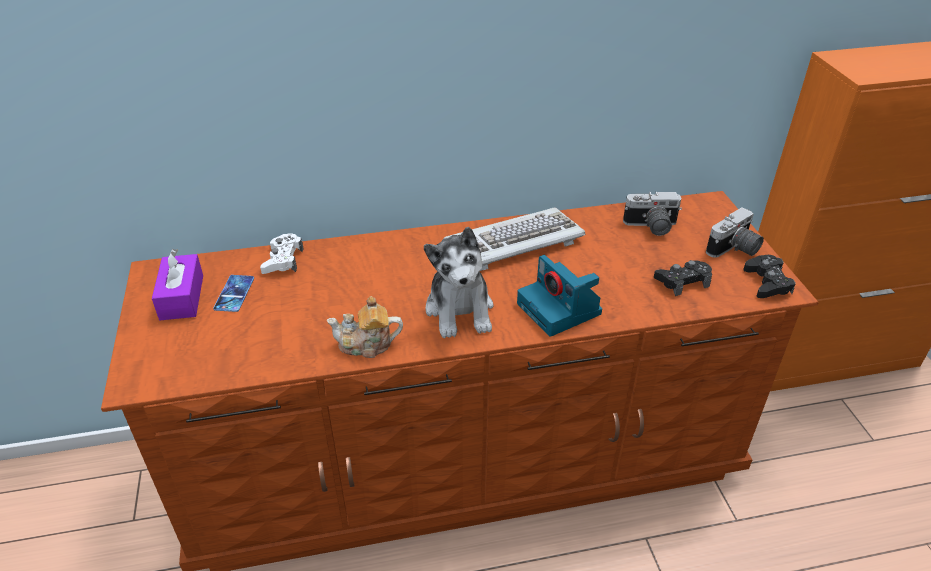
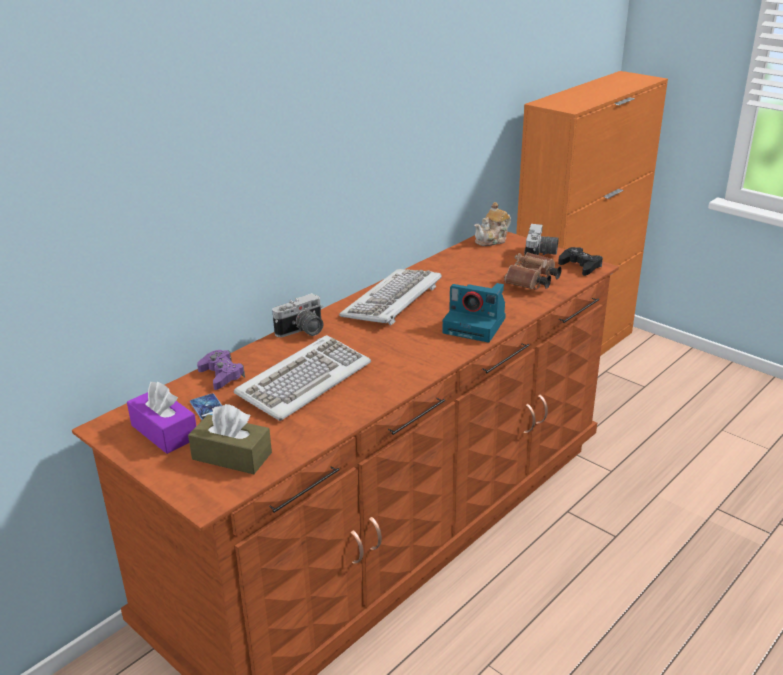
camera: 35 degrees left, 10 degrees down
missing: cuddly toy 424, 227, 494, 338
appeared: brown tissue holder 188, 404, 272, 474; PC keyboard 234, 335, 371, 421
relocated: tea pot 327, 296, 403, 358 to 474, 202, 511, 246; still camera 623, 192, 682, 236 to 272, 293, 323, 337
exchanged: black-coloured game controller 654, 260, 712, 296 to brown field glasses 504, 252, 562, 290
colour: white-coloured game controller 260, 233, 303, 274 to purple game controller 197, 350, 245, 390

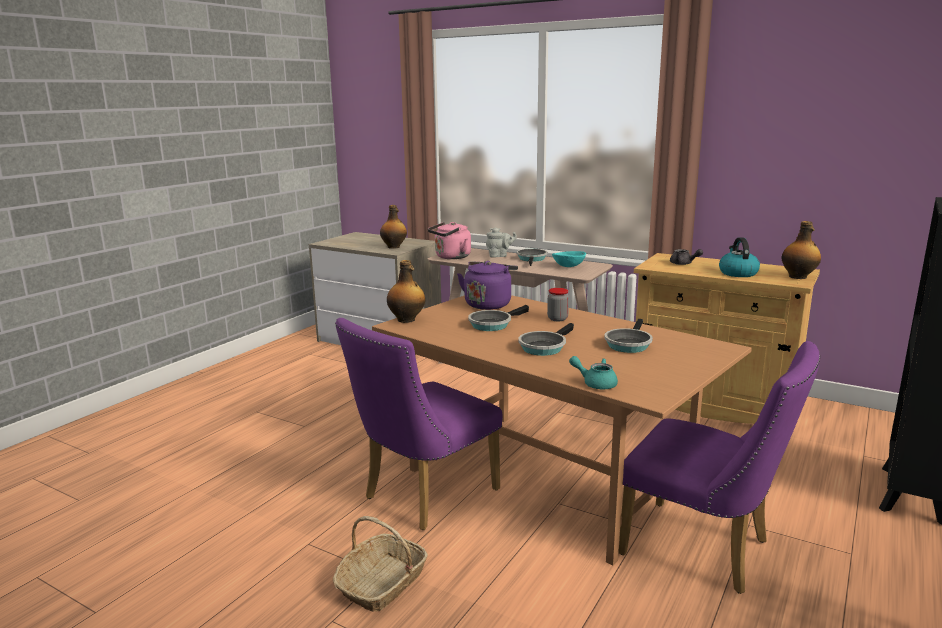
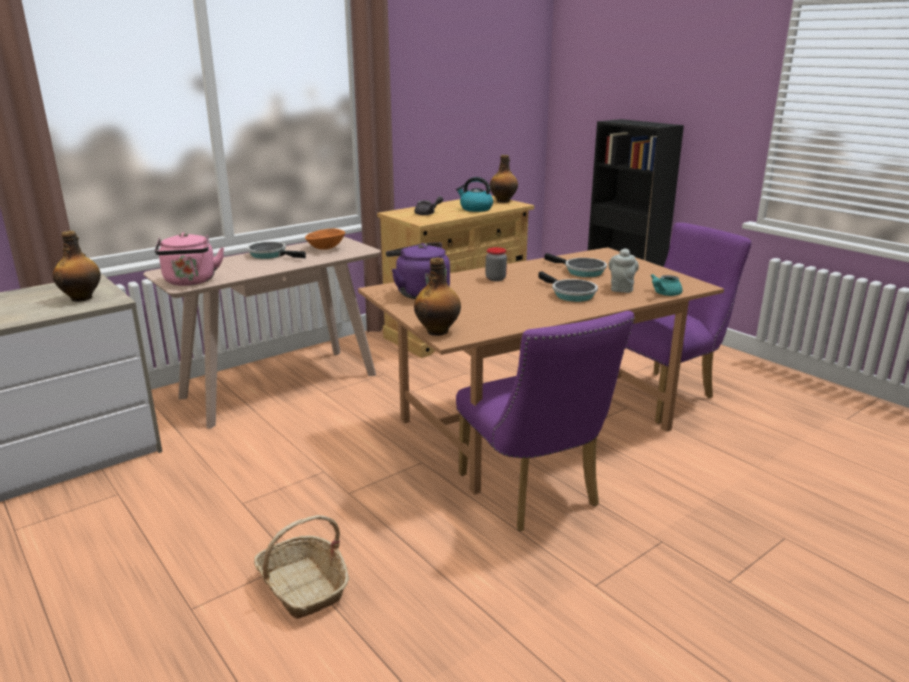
camera: 70 degrees left, 5 degrees up
missing: frying pan 468, 305, 529, 331
relocated: basket 333, 516, 428, 611 to 254, 515, 349, 619; grey tea pot 486, 227, 517, 258 to 609, 248, 639, 293
colour: turquoise-coloured deep dish 552, 251, 586, 267 to orange-coloured deep dish 305, 229, 345, 250

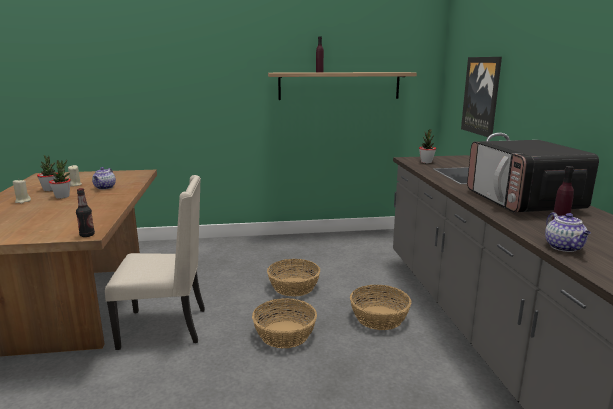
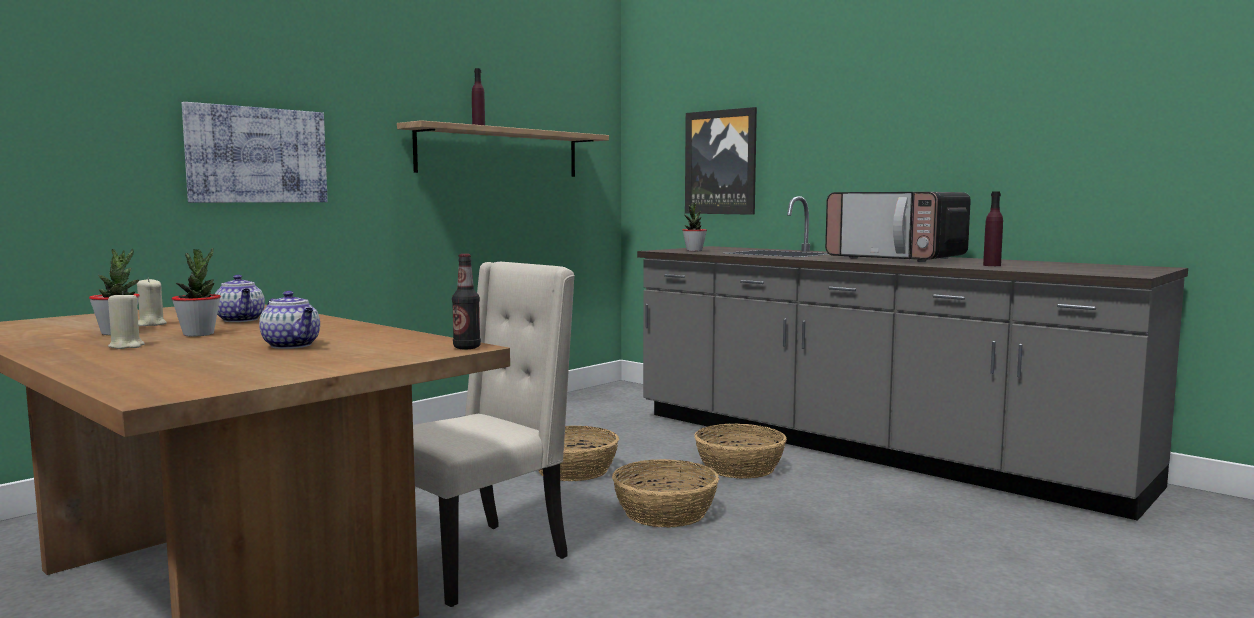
camera: 40 degrees left, 10 degrees down
appeared: picture 182, 102, 328, 203
relocated: tea pot 545, 212, 591, 252 to 259, 291, 320, 349

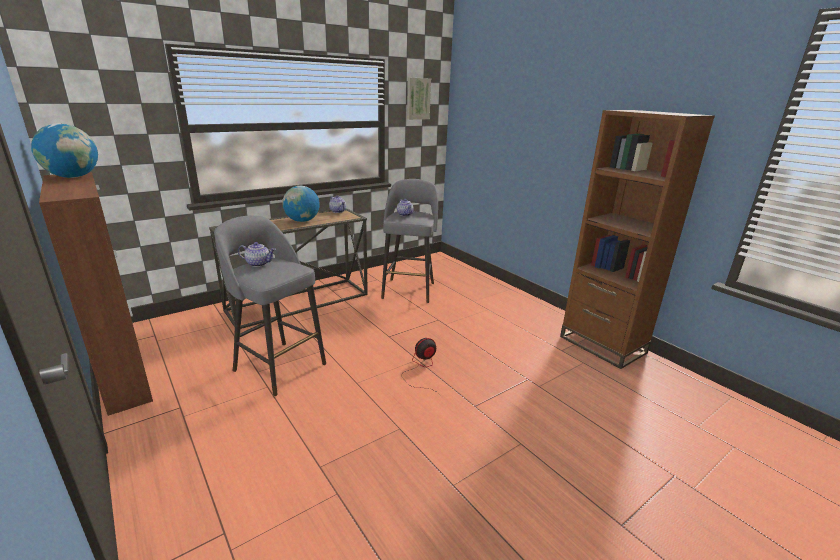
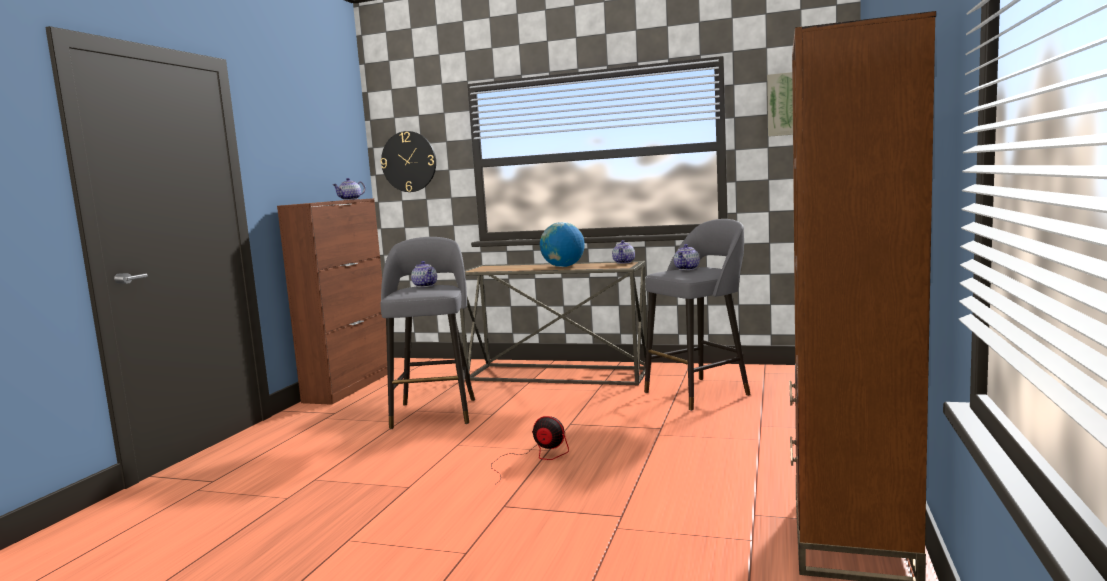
camera: 55 degrees right, 15 degrees down
appeared: wall clock 381, 131, 436, 192
exchanged: globe 31, 123, 98, 178 to tea pot 332, 178, 365, 200

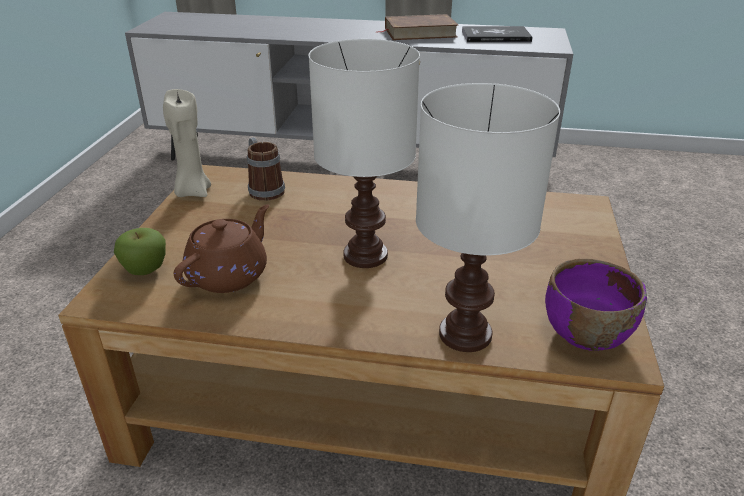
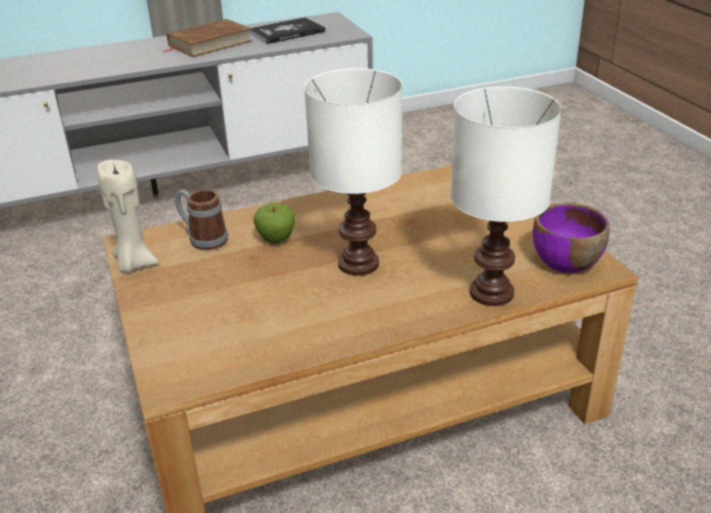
camera: 30 degrees left, 0 degrees up
missing: brown tea pot 174, 204, 269, 293
relocated: apple 114, 228, 166, 275 to 254, 203, 295, 244

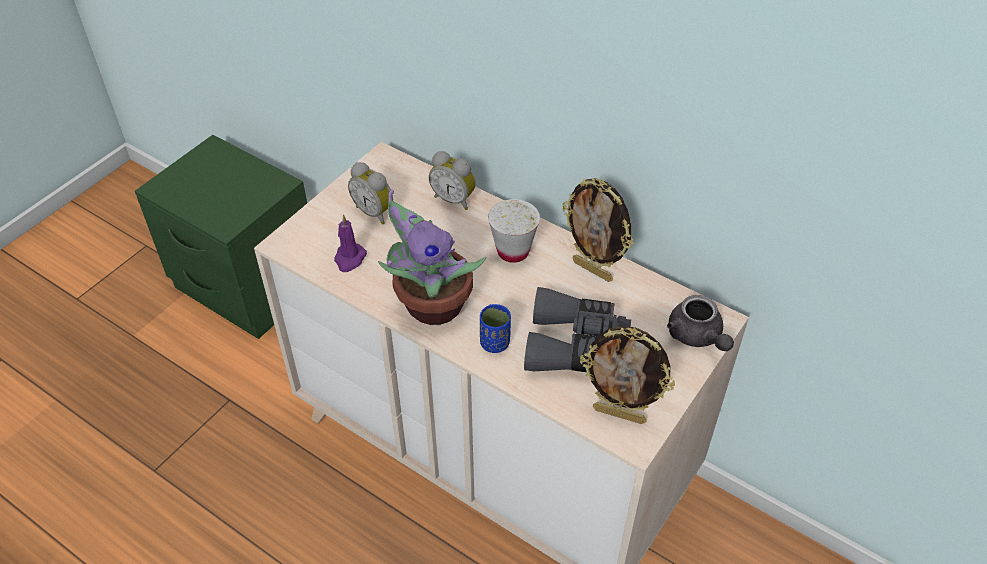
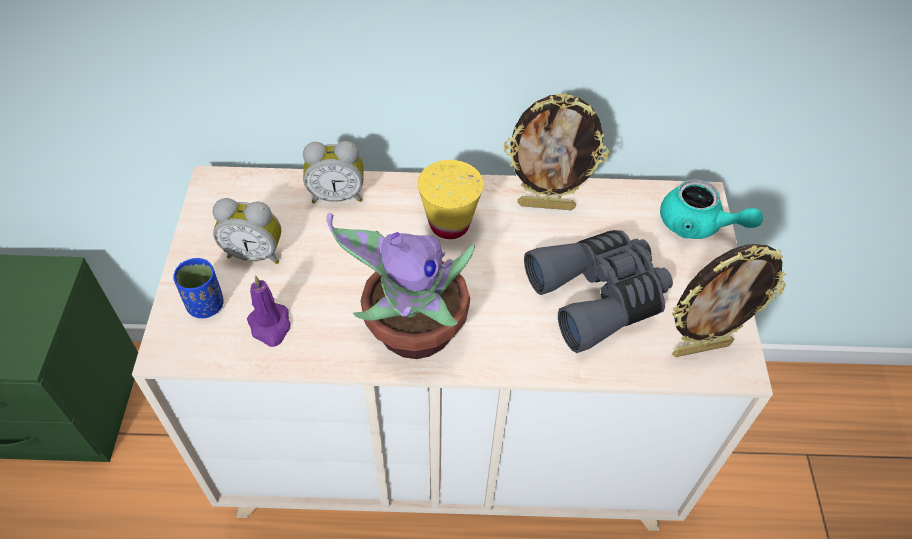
camera: 35 degrees left, 5 degrees up
relocated: blue-coloured drinking cup 480, 304, 511, 353 to 173, 258, 224, 318
colour: white-coloured drinking cup 488, 199, 540, 263 to yellowish drinking cup 417, 160, 484, 239; grey tea pot 667, 295, 734, 351 to turquoise-coloured tea pot 660, 179, 763, 239

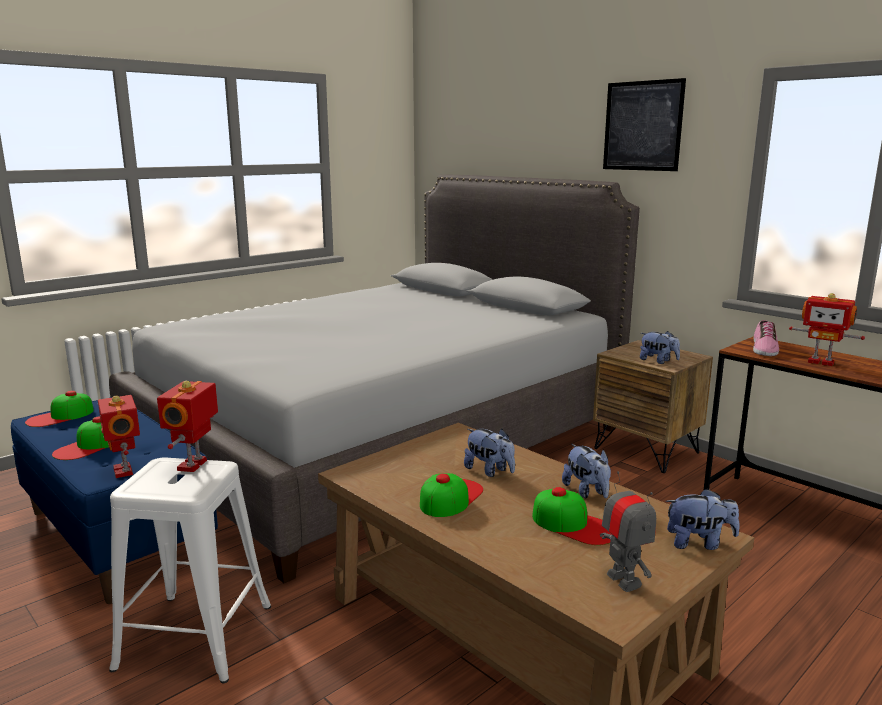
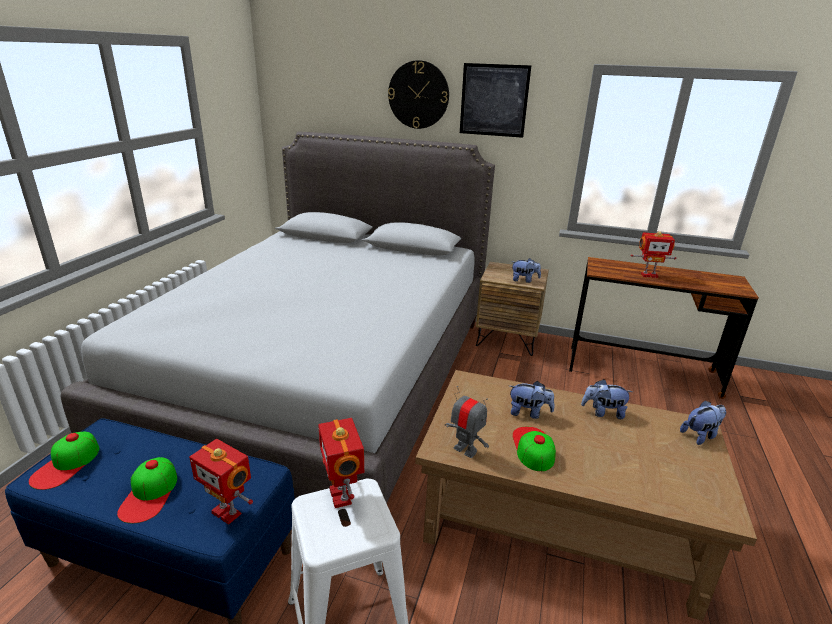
camera: 30 degrees left, 10 degrees up
missing: peaked cap 532, 487, 612, 545; shoe 753, 320, 779, 356
appeared: wall clock 388, 60, 449, 129
relocated: model robot 600, 471, 656, 592 to 445, 386, 489, 458
spun: cuddly toy 562, 444, 611, 498 = 581, 379, 633, 419 150 degrees clockwise

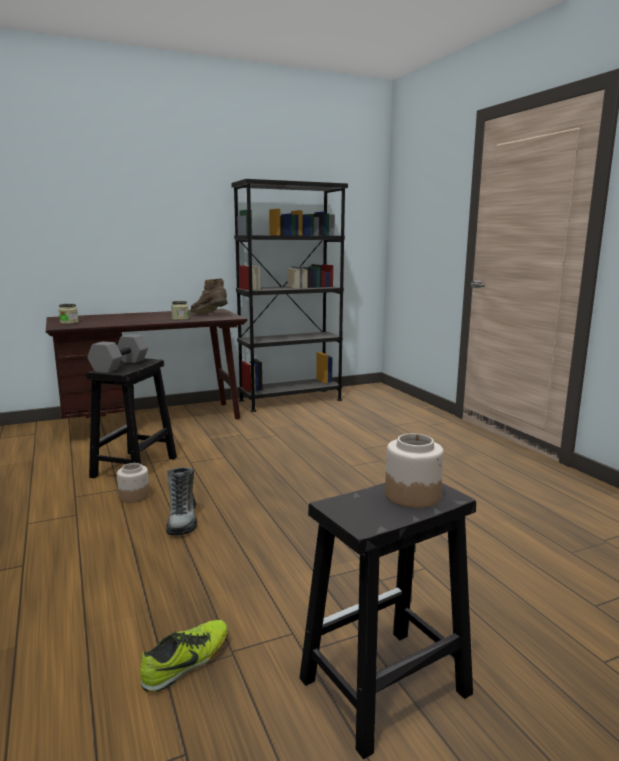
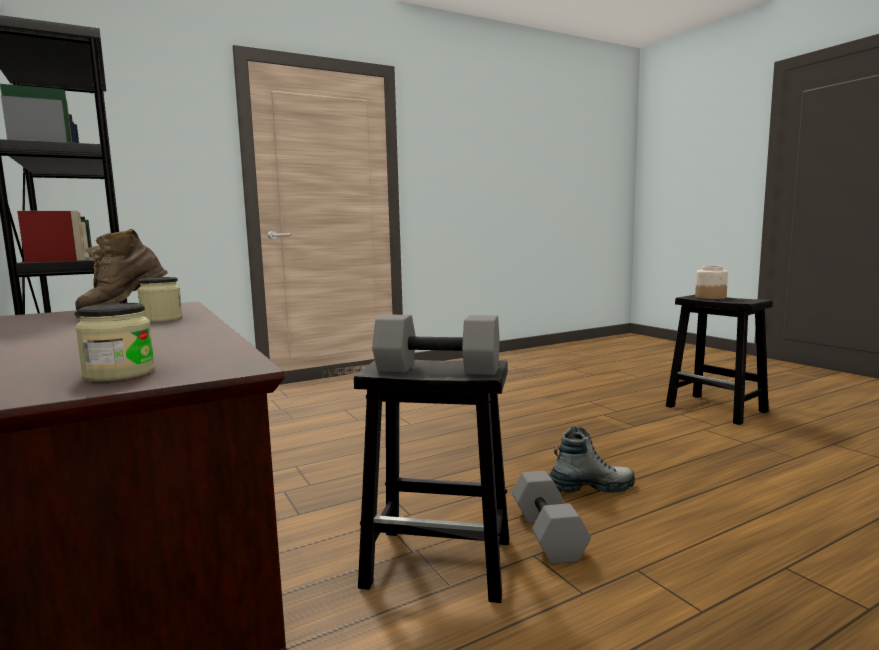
camera: 95 degrees left, 5 degrees down
missing: shoe 140, 620, 229, 692
exchanged: storage jar 117, 463, 150, 503 to grey dumbbell 512, 471, 591, 564

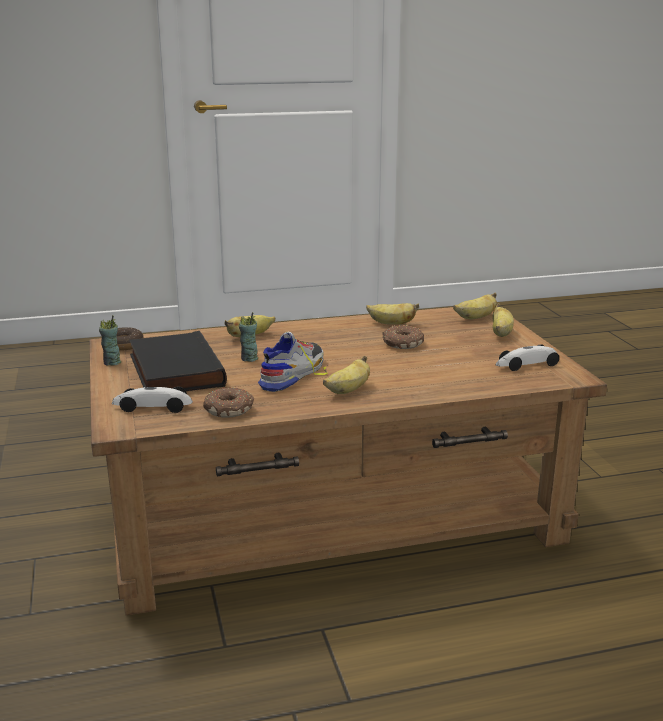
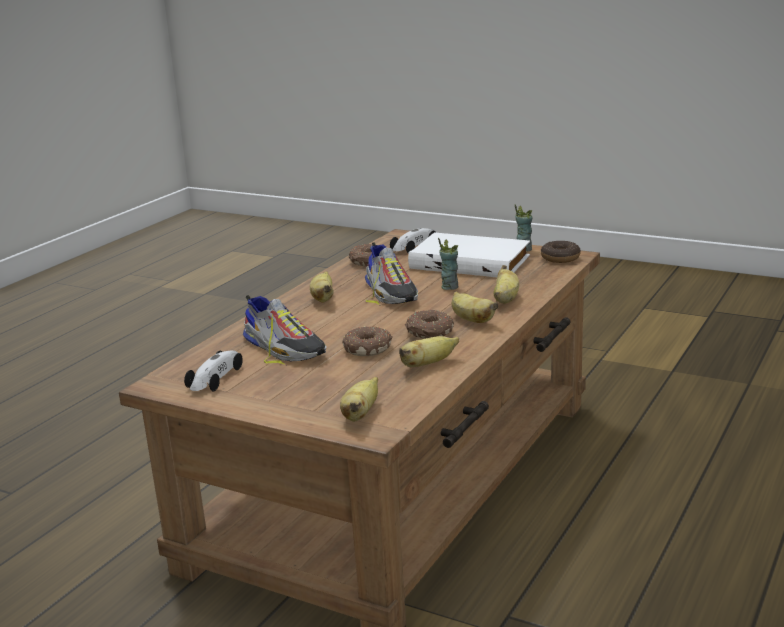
camera: 135 degrees right, 0 degrees up
appeared: shoe 243, 295, 327, 364; doughnut 405, 309, 454, 339
relocated: banana fruit 492, 304, 514, 337 to 452, 292, 498, 323
colour: black-coloured volume 129, 331, 227, 391 to white-coloured volume 408, 232, 530, 277

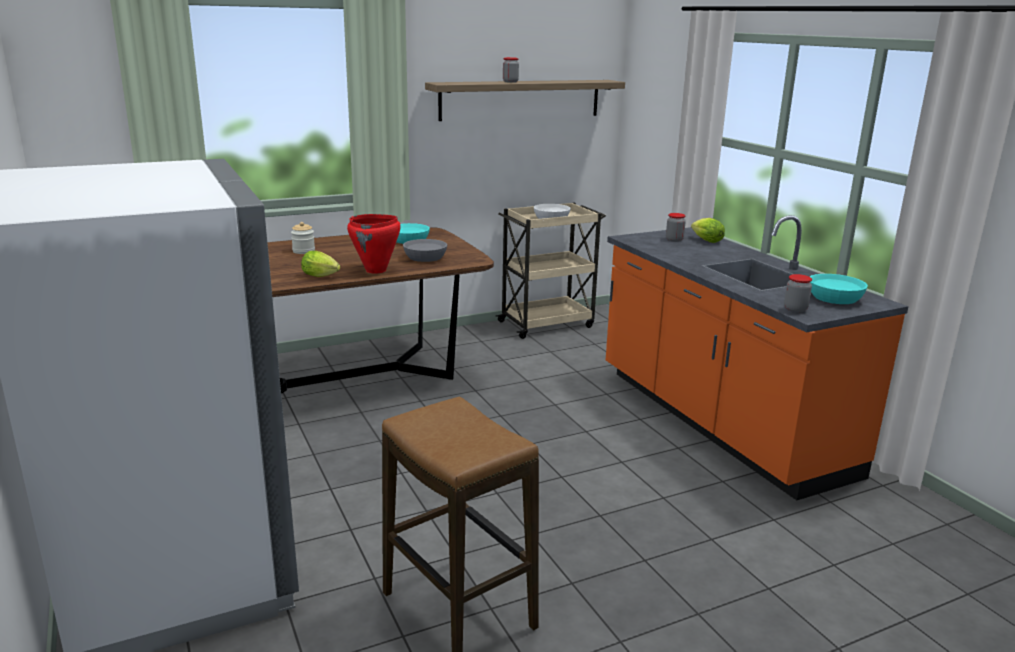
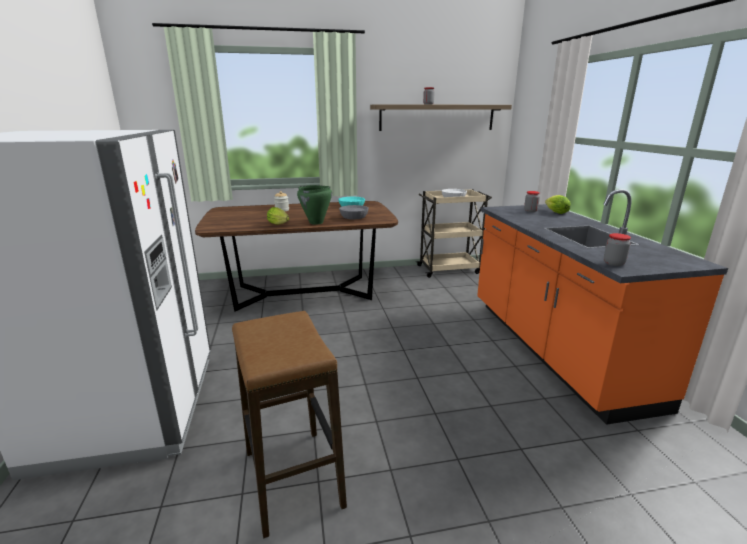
camera: 15 degrees right, 0 degrees up
missing: turquoise-coloured deep dish 810, 274, 868, 304
colour: red stockpot 347, 214, 401, 274 to greenish stockpot 297, 185, 332, 225

